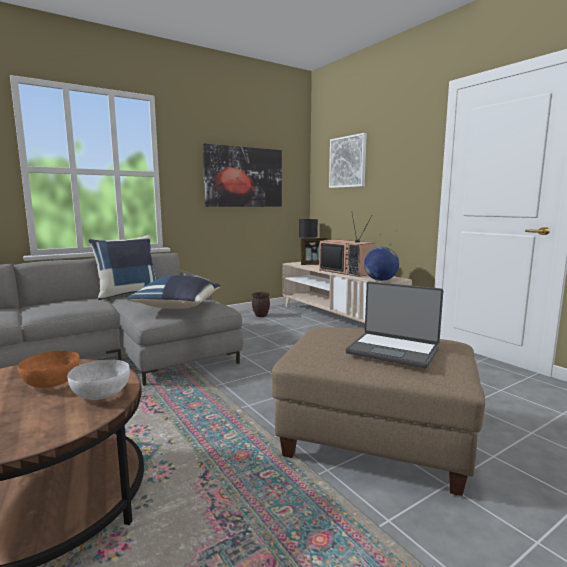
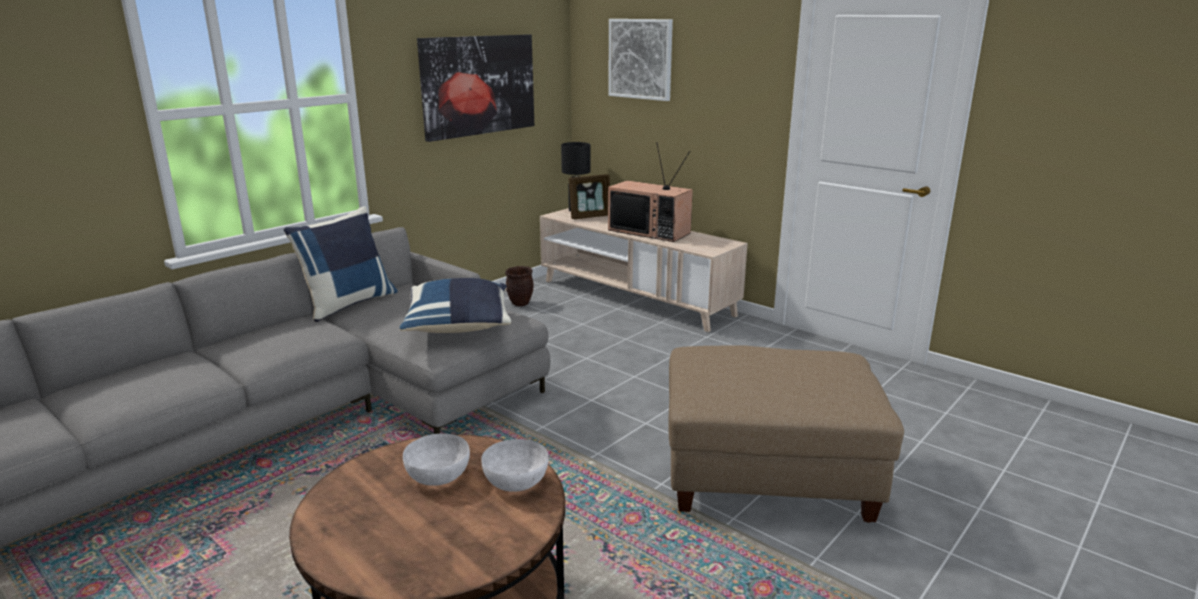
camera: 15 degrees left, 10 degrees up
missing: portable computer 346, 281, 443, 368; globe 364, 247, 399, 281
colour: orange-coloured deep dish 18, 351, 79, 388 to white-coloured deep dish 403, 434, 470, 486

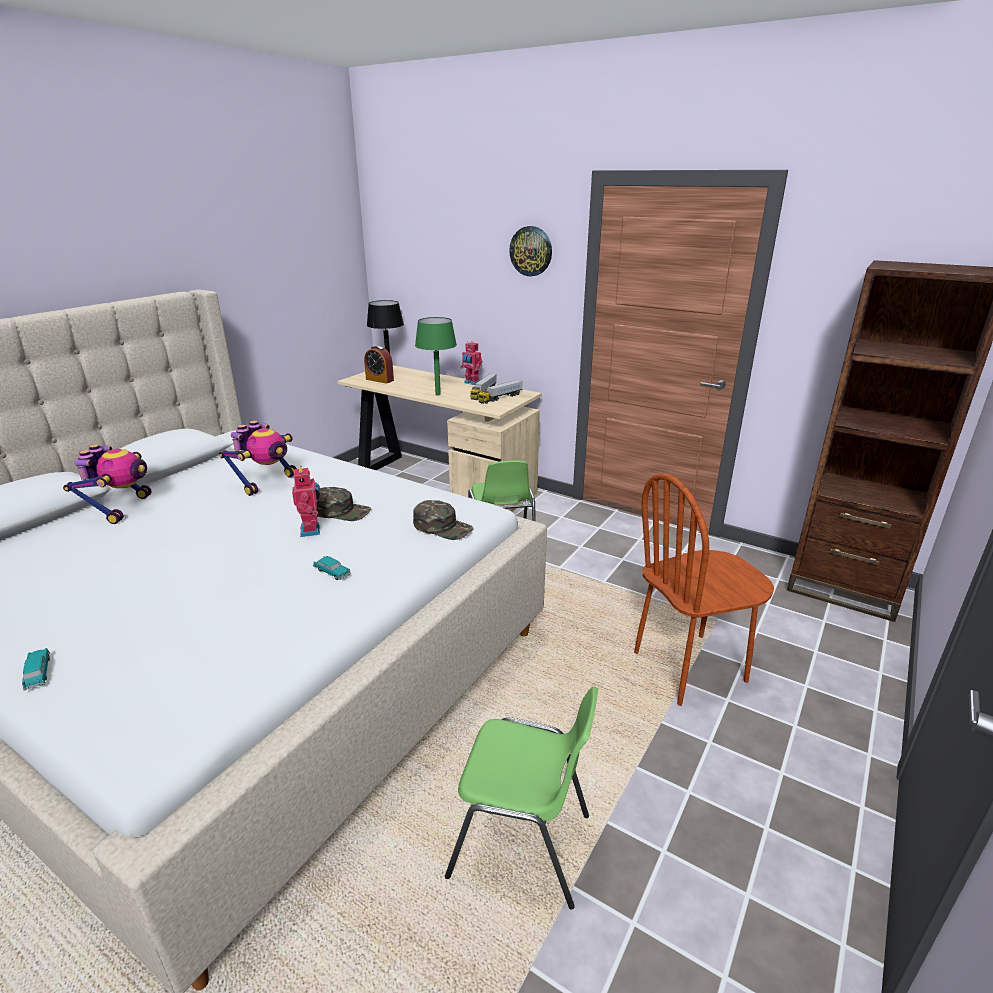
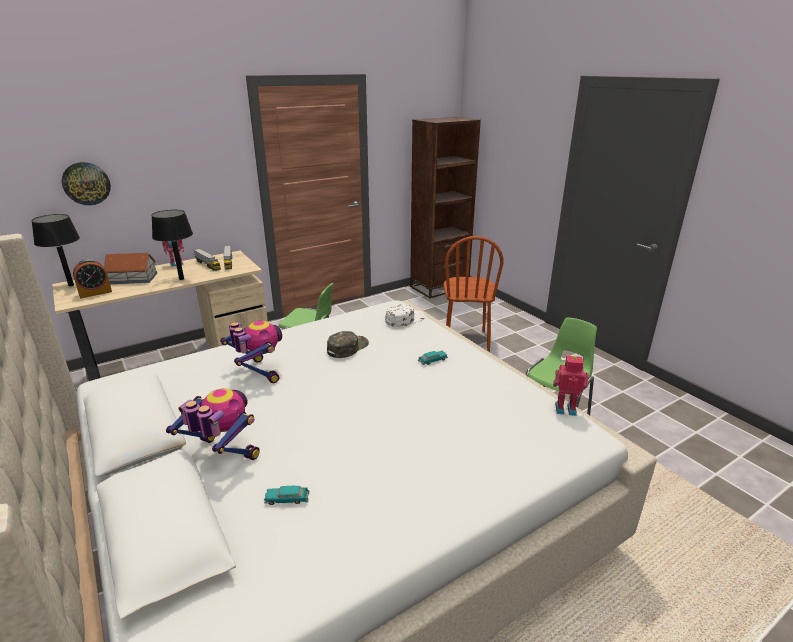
camera: 65 degrees left, 0 degrees up
appeared: toy house 104, 253, 157, 284
relocated: miniature car 22, 648, 50, 691 to 264, 486, 310, 505; model robot 292, 466, 320, 537 to 553, 356, 589, 416; wall clock 509, 226, 552, 276 to 62, 162, 111, 205
colour: greenish peaked cap 413, 500, 474, 540 to white-coloured peaked cap 385, 304, 425, 327; greenish table lamp 415, 317, 457, 396 to black-coloured table lamp 151, 210, 193, 280

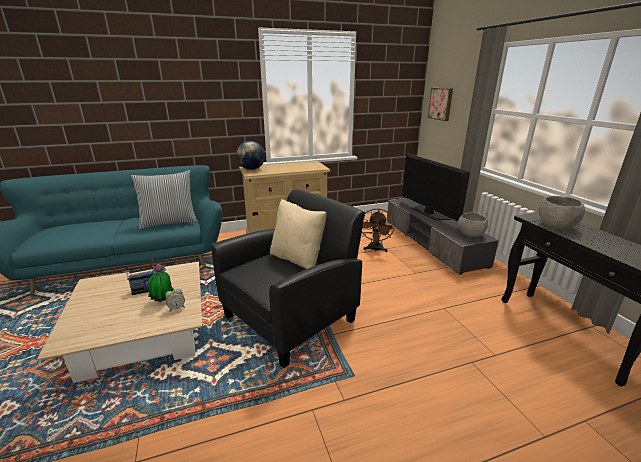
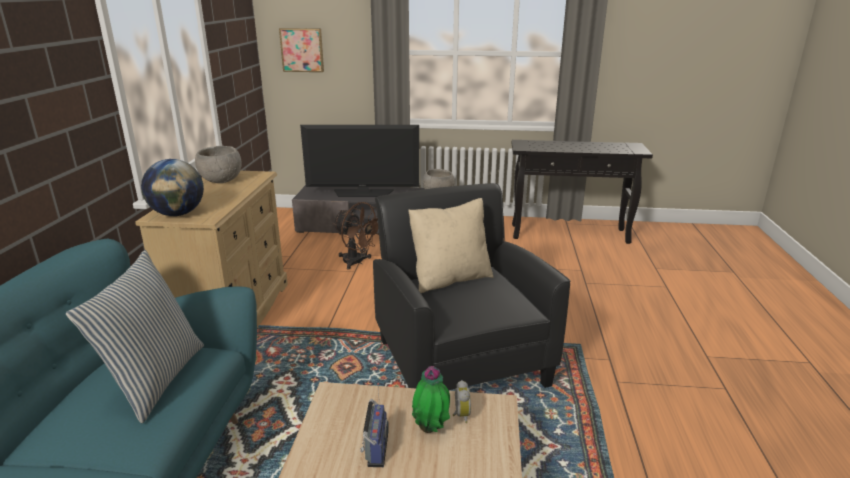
camera: 65 degrees left, 0 degrees up
relocated: grey deep dish 539, 196, 585, 229 to 195, 146, 242, 183

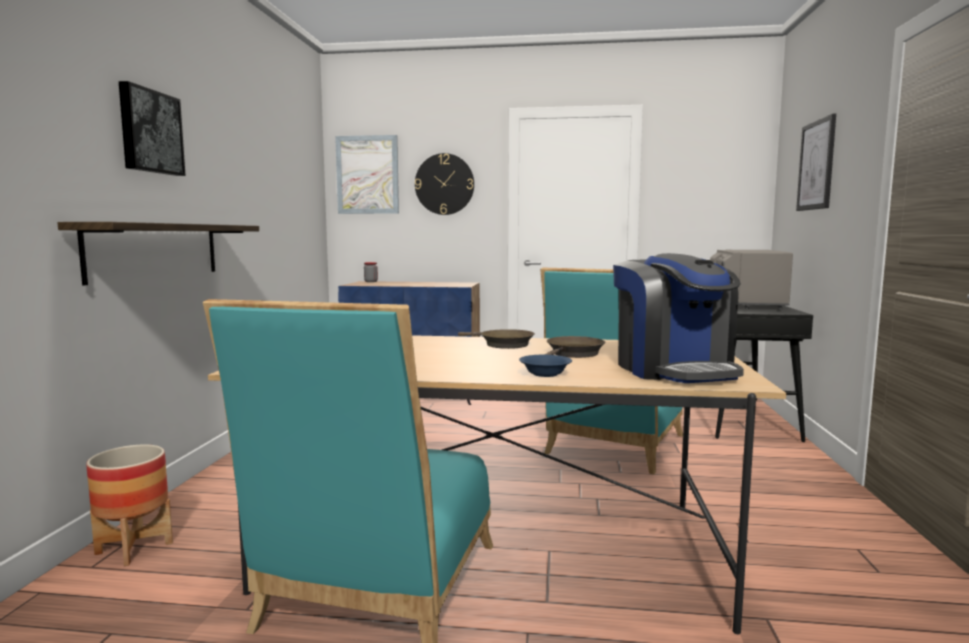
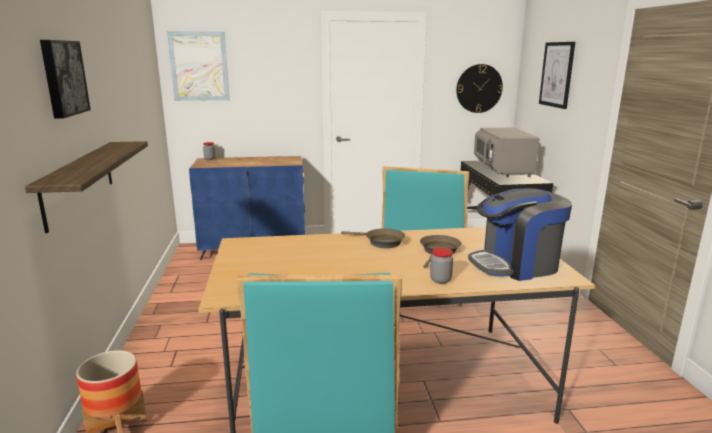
camera: 15 degrees left, 10 degrees up
relocated: wall clock 415, 153, 474, 215 to 456, 64, 503, 113
exchanged: blue-coloured deep dish 519, 355, 572, 377 to storage jar 430, 248, 453, 284
spun: coffee brewer 613, 253, 744, 383 = 468, 188, 572, 281 105 degrees clockwise

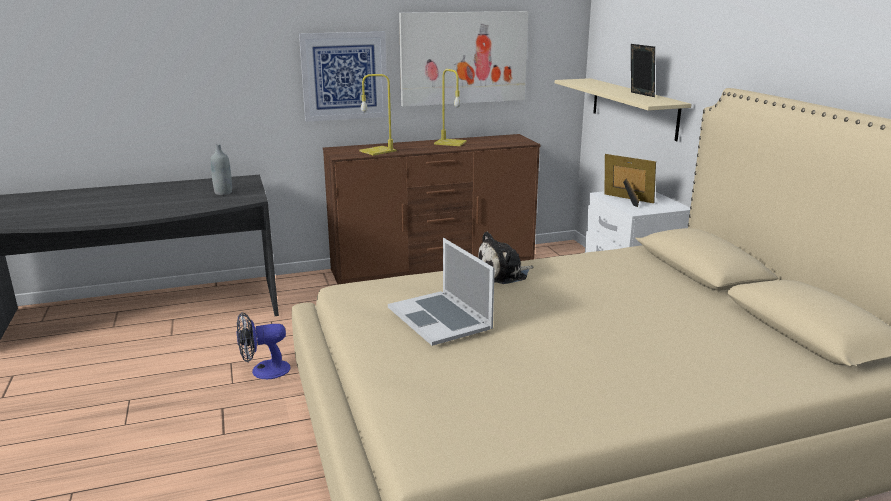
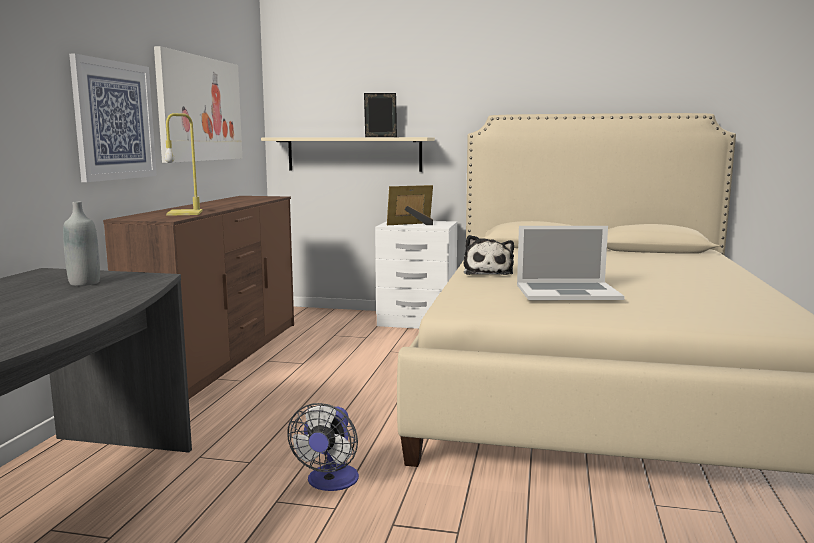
camera: 60 degrees left, 10 degrees down
missing: yellowish table lamp 434, 69, 466, 146

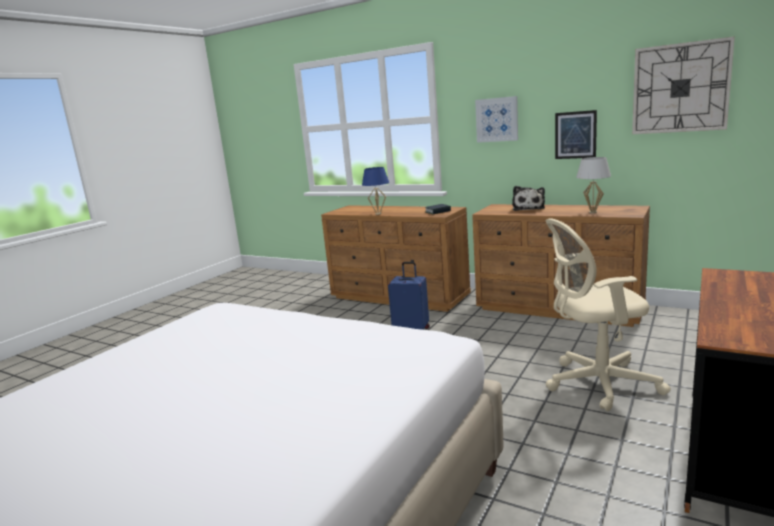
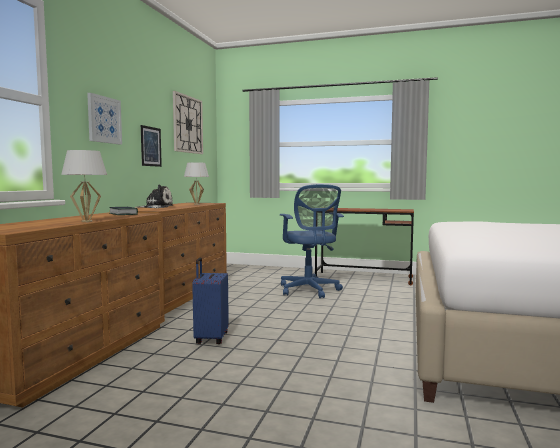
camera: 105 degrees left, 10 degrees down
colour: blue-coloured table lamp 362, 167, 389, 215 to white-coloured table lamp 61, 150, 107, 222; beige desk chair 545, 218, 671, 411 to blue-coloured desk chair 280, 184, 344, 298

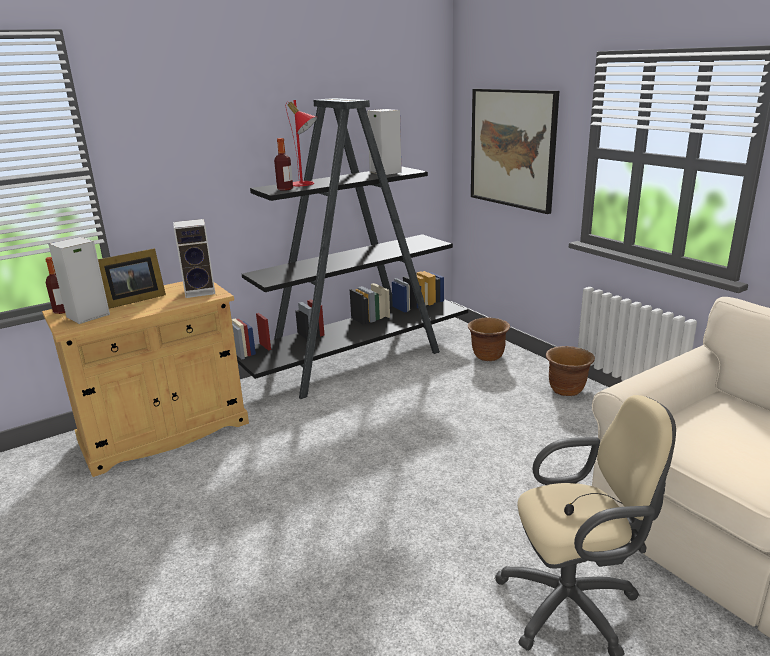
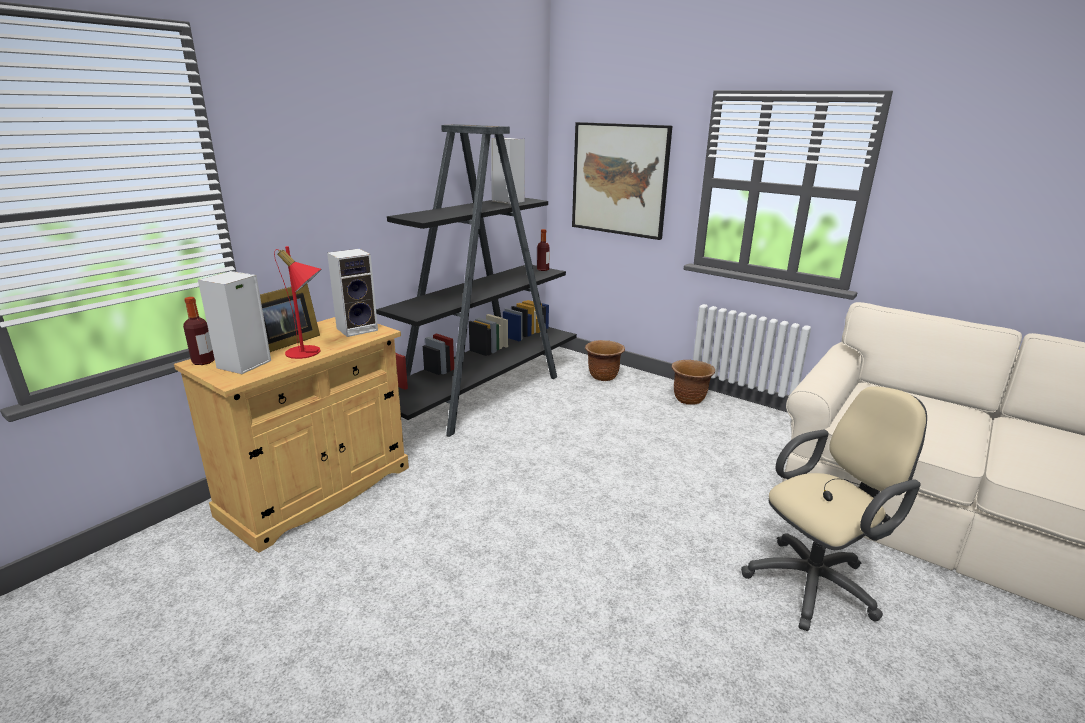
camera: 20 degrees left, 0 degrees up
relocated: drink bottle 274, 138, 293, 191 to 537, 229, 550, 271; red table lamp 286, 100, 317, 186 to 274, 246, 322, 359

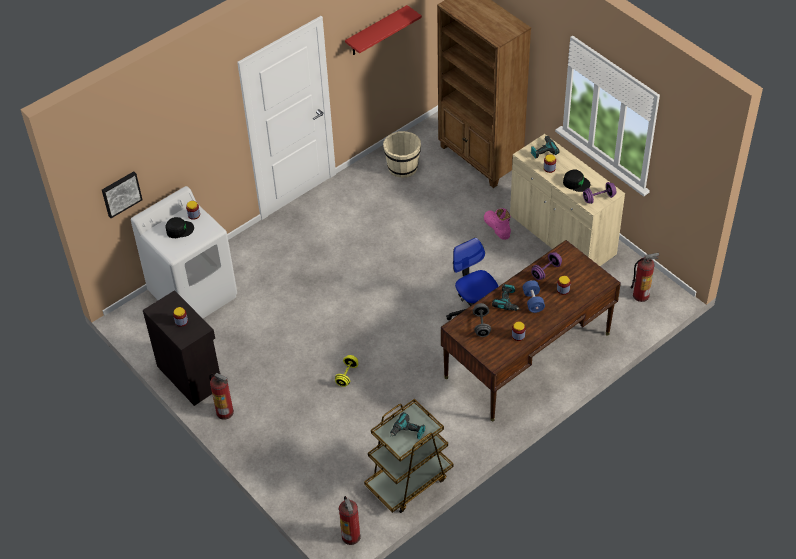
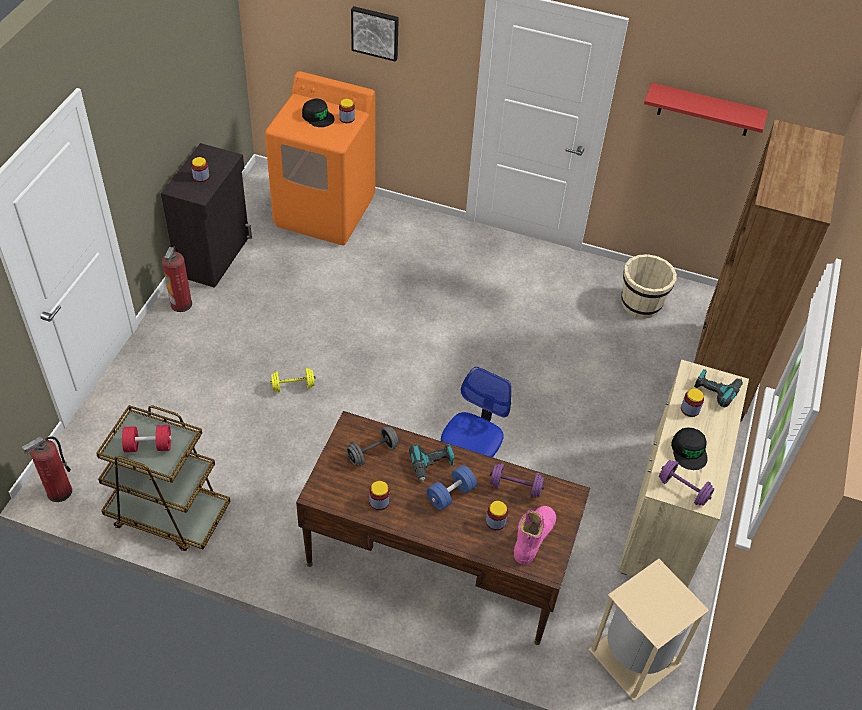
camera: 55 degrees right, 0 degrees up
relocated: picture 102, 171, 143, 218 to 351, 6, 399, 62; pinkish boot 484, 208, 511, 240 to 514, 506, 556, 565
exchanged: power drill 390, 412, 425, 439 to red dumbbell 122, 425, 172, 452; extinguisher 630, 253, 659, 302 to beige waste bin 589, 559, 709, 701
colour: white-coloured laundry machine 131, 186, 237, 318 to orange-coloured laundry machine 265, 71, 375, 246

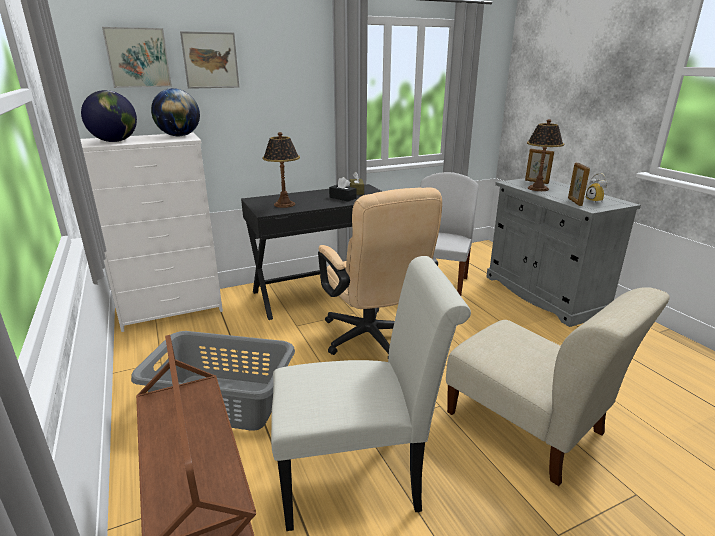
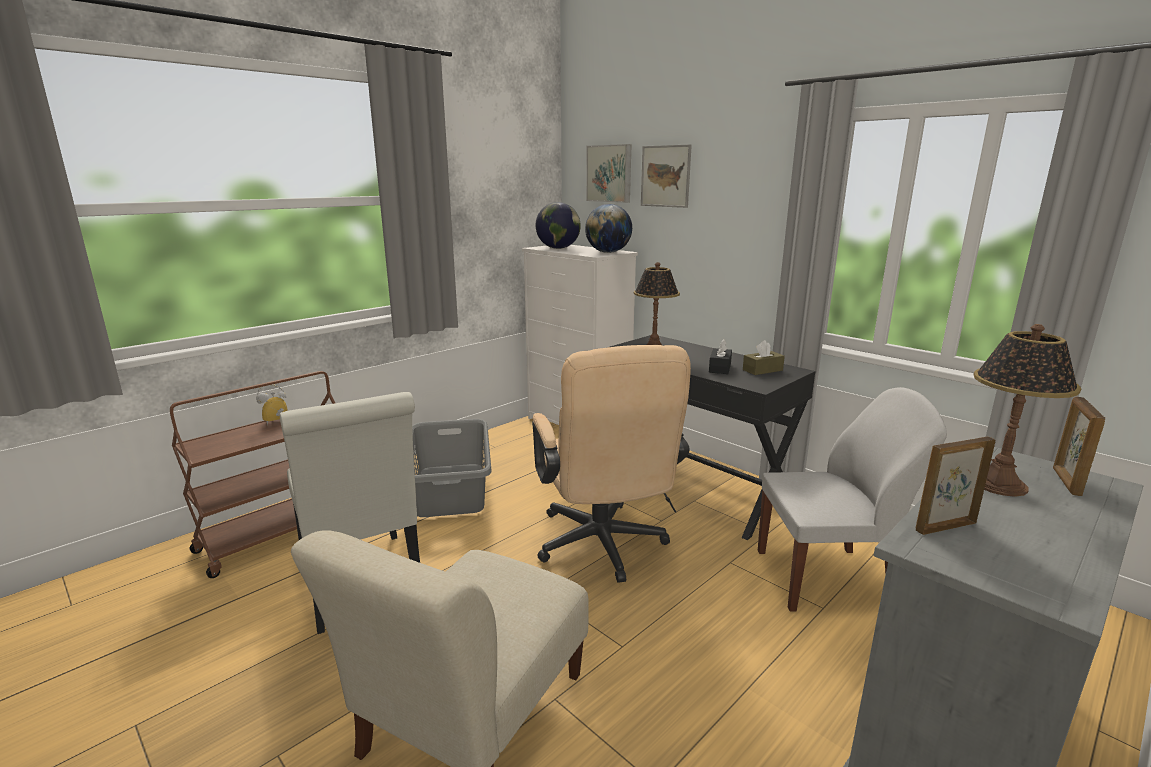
camera: 70 degrees right, 5 degrees down
relocated: alarm clock 586, 173, 607, 203 to 256, 384, 288, 425
spun: beige desk chair 318, 187, 442, 355 = 532, 345, 691, 583 60 degrees counterclockwise

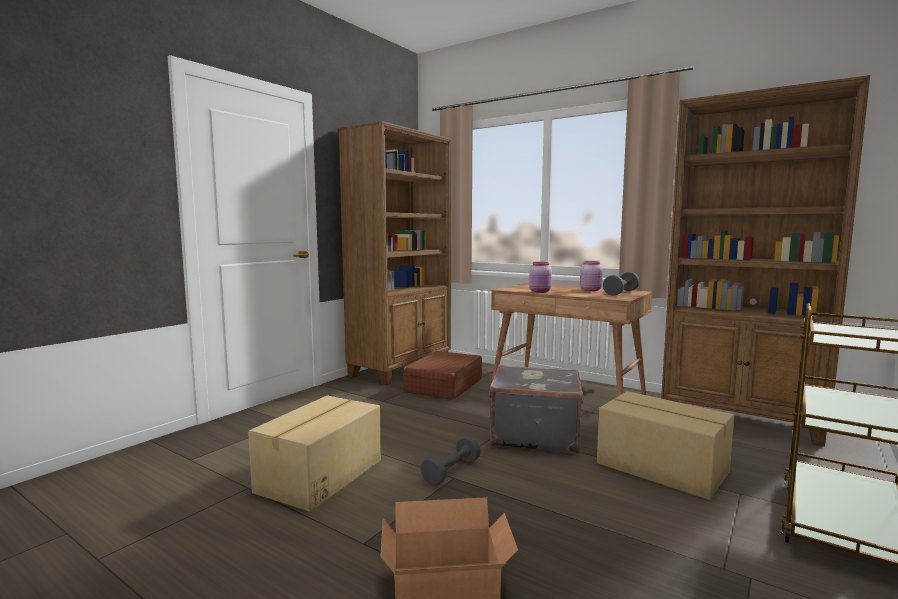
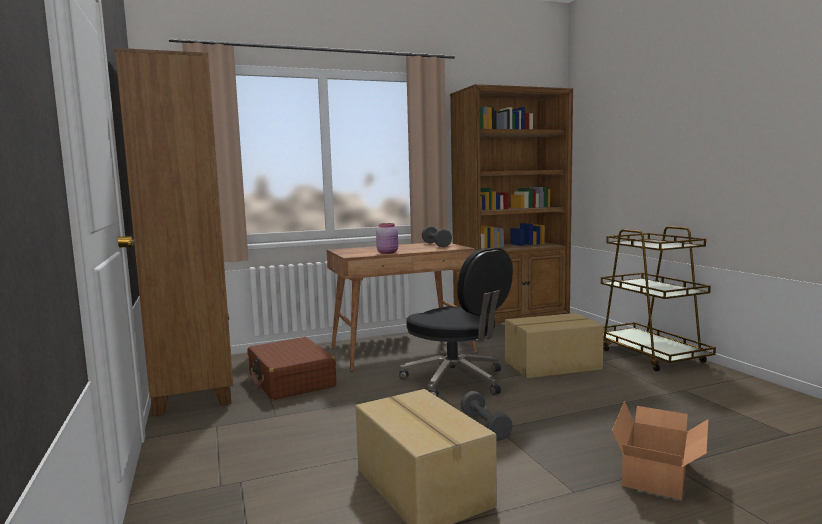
camera: 55 degrees left, 0 degrees up
missing: pinkish storage jar 580, 261, 603, 291
exchanged: grey suitcase 489, 365, 583, 453 to black-coloured desk chair 399, 247, 513, 397

